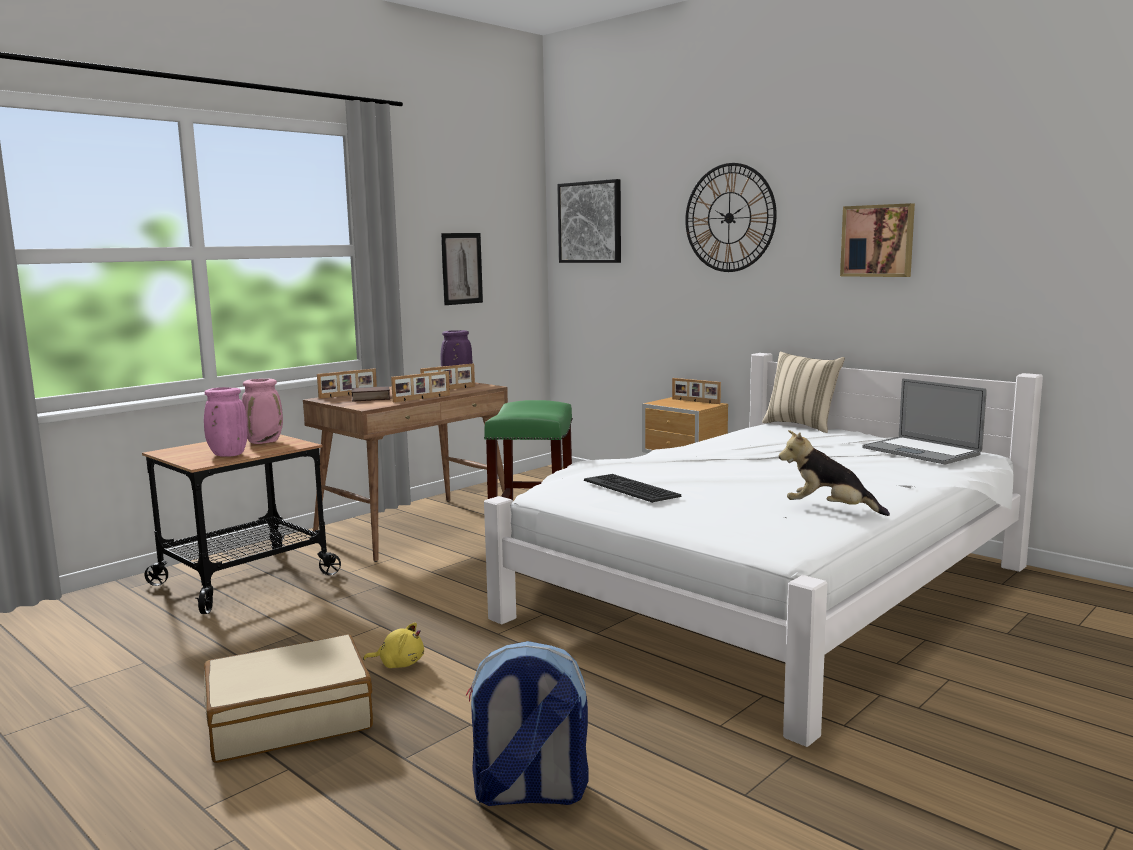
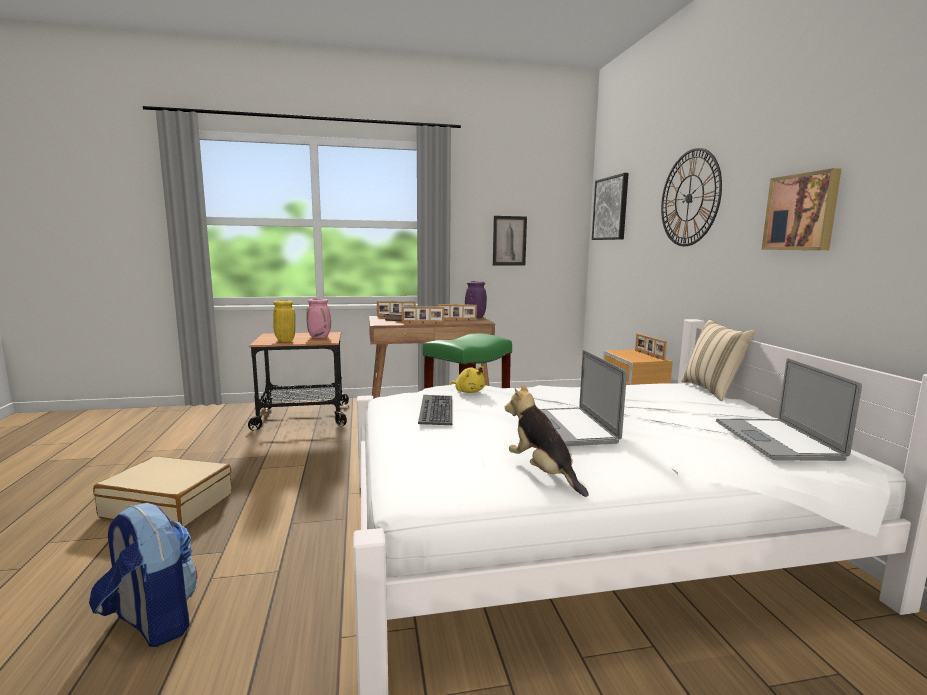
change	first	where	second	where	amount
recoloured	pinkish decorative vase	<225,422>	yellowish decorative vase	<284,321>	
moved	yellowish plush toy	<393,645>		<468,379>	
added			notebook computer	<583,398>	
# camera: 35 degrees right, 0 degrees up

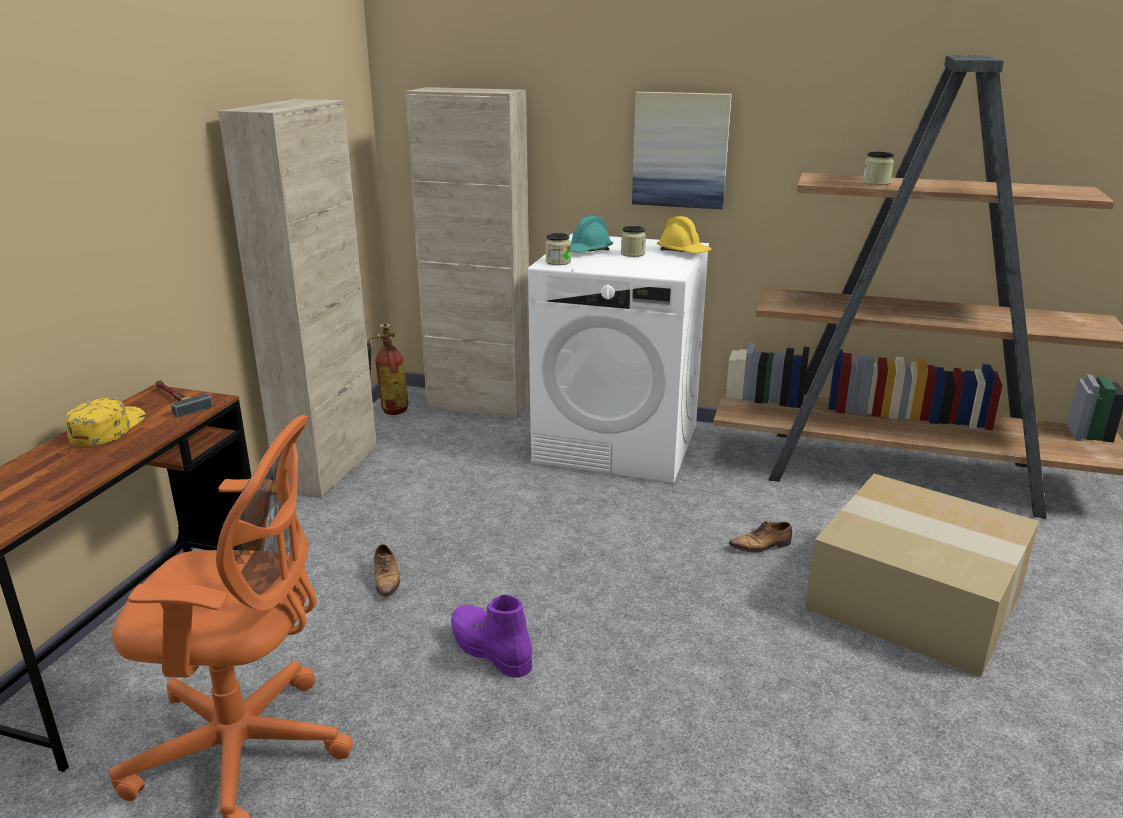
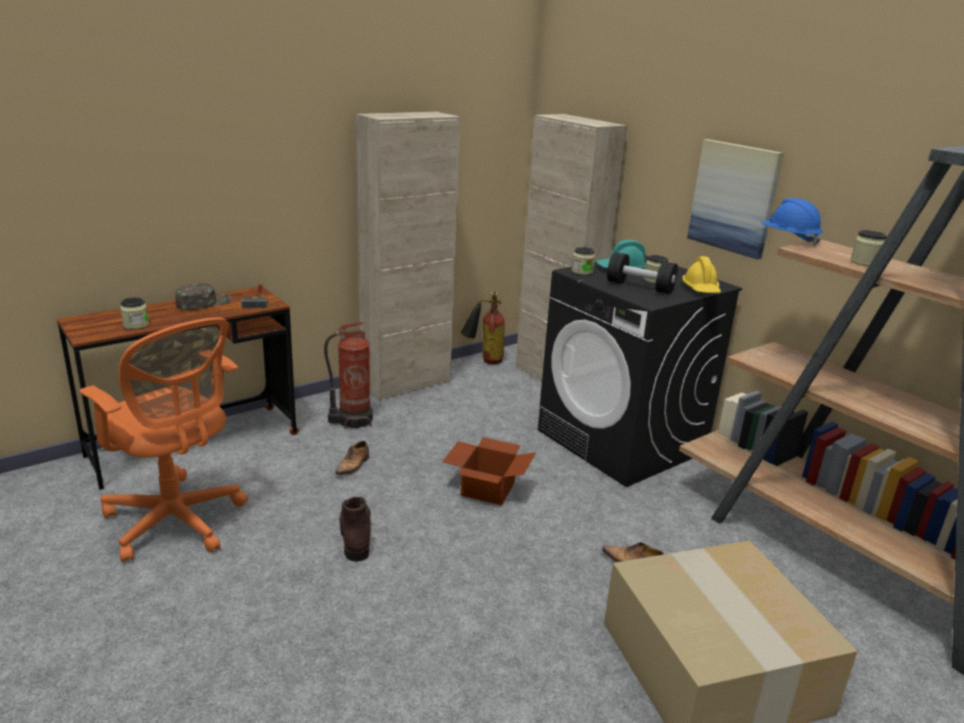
change	first	where	second	where	amount
recoloured	yellowish baseball cap	<105,422>	green baseball cap	<203,296>	
recoloured	purplish tall boot	<491,635>	brown tall boot	<356,529>	
recoloured	white-coloured laundry machine	<618,358>	black laundry machine	<640,371>	
added			jar	<134,313>	
added			fire extinguisher	<348,375>	
added			cardboard box	<489,471>	
added			black hand weight	<642,273>	
added			blue hard hat	<791,222>	
# camera: 35 degrees right, 0 degrees up

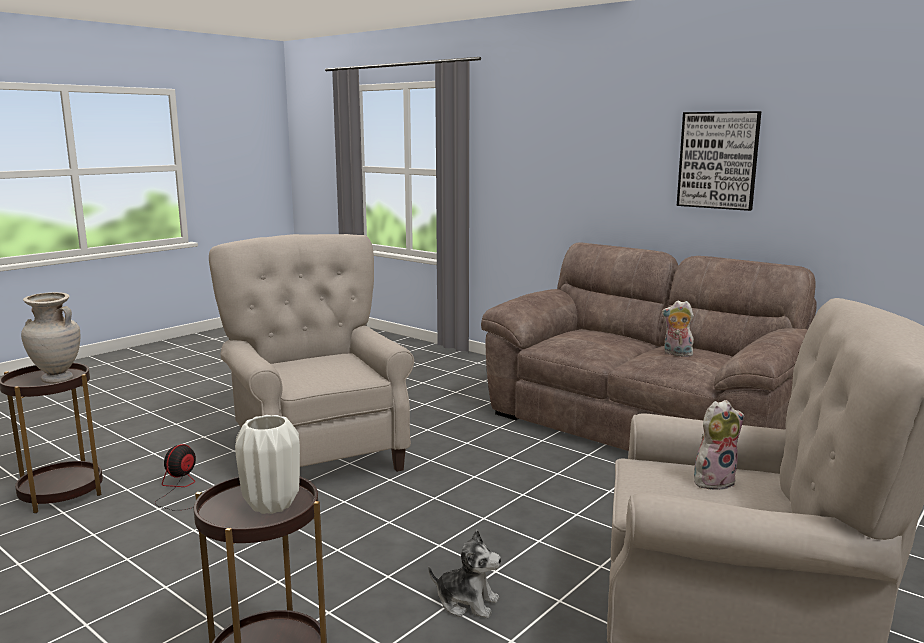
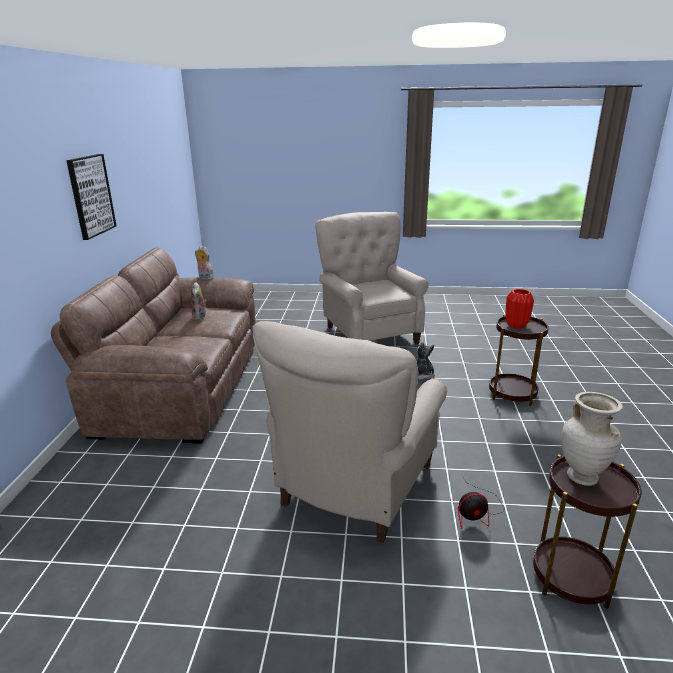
change	first	where	second	where	amount
recoloured	white-coloured decorative vase	<267,464>	red decorative vase	<520,309>	
moved	plush toy	<719,445>		<204,263>	
# camera: 125 degrees left, 10 degrees up

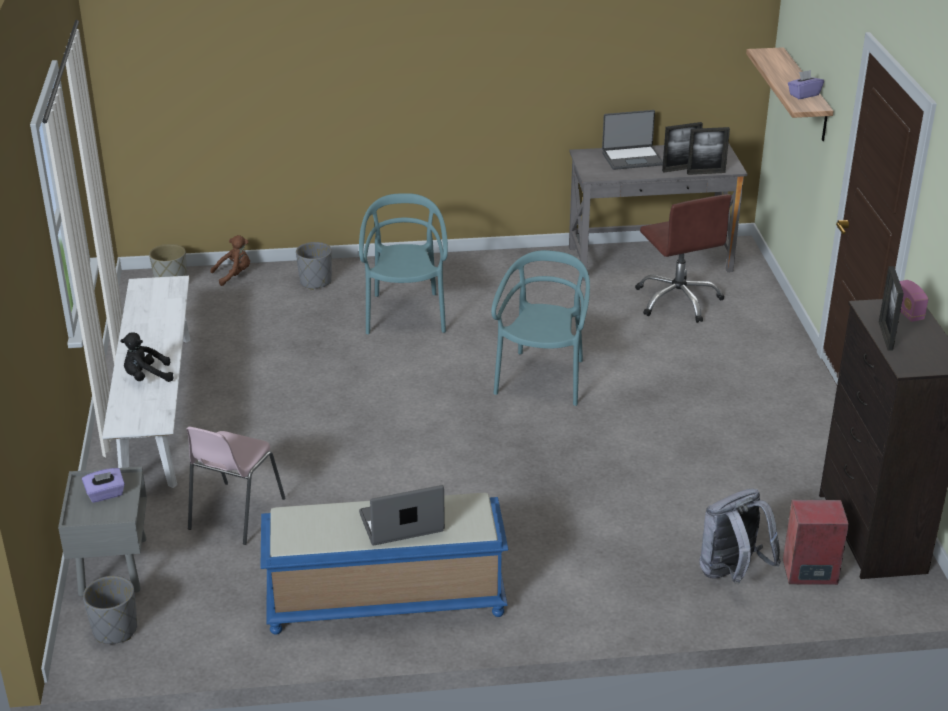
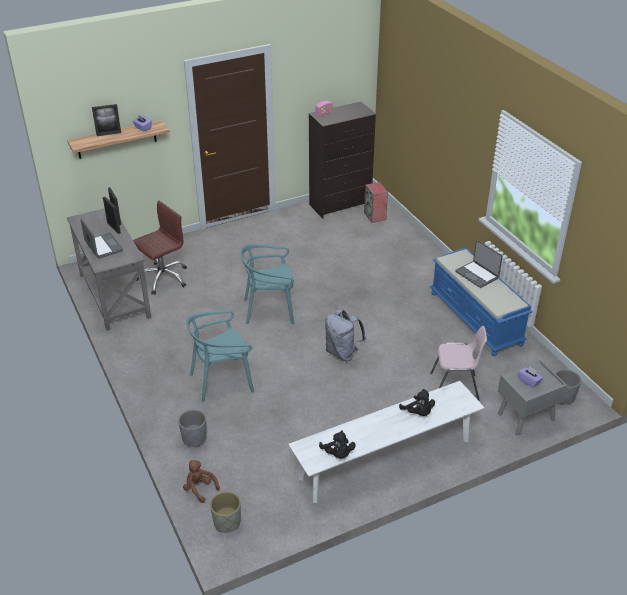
change	first	where	second	where	amount
moved	greyish backpack	<740,536>		<345,335>	
moved	photo frame	<891,308>		<106,120>	
added			black plush toy	<337,444>	
# camera: 110 degrees left, 5 degrees up

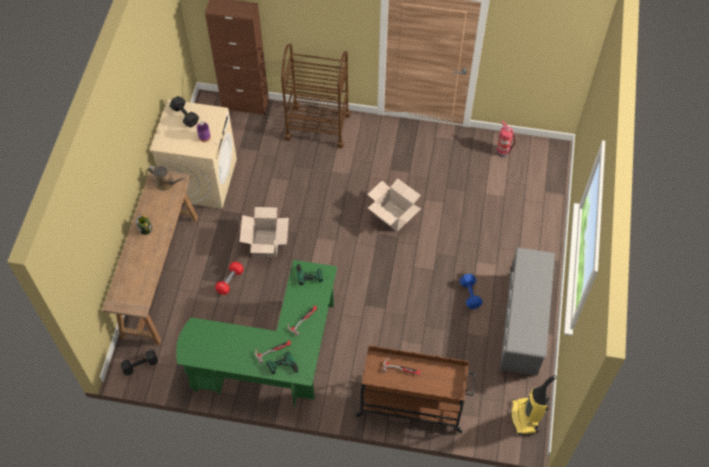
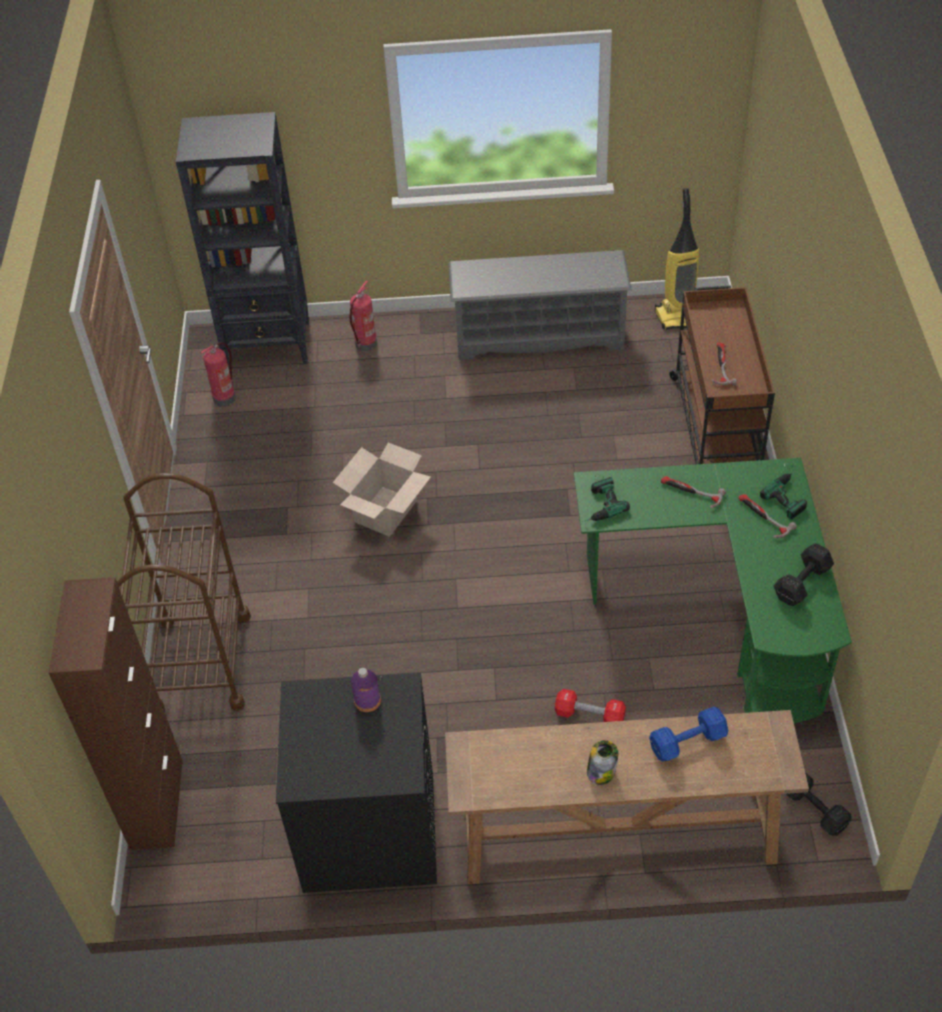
change	first	where	second	where	amount
removed	brown sprinkling can	<166,178>			
recoloured	sand-coloured laundry machine	<193,154>	black laundry machine	<356,783>	
moved	black hand weight	<184,111>		<804,575>	
removed	cardboard box	<264,232>			
moved	blue hand weight	<471,291>		<688,734>	
added			black bookshelf	<242,240>	
added			fire extinguisher	<363,316>	
# camera: 100 degrees left, 10 degrees down

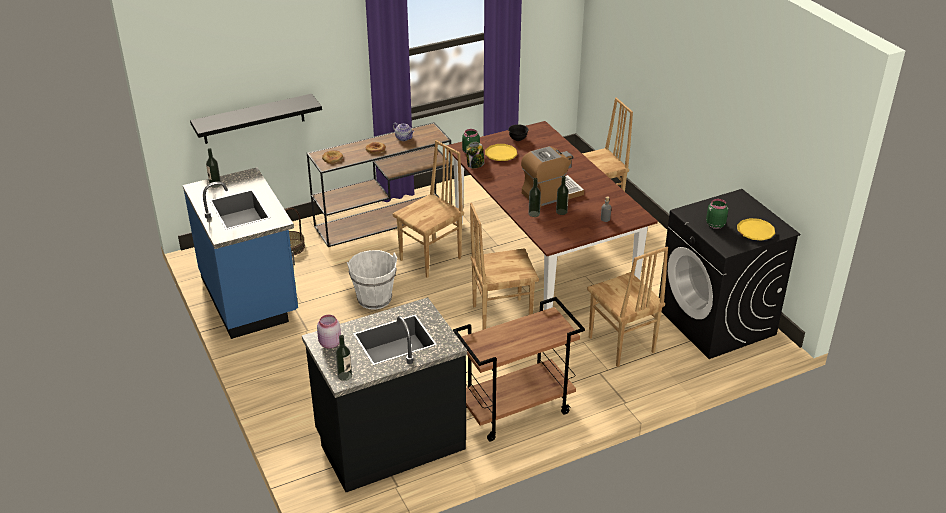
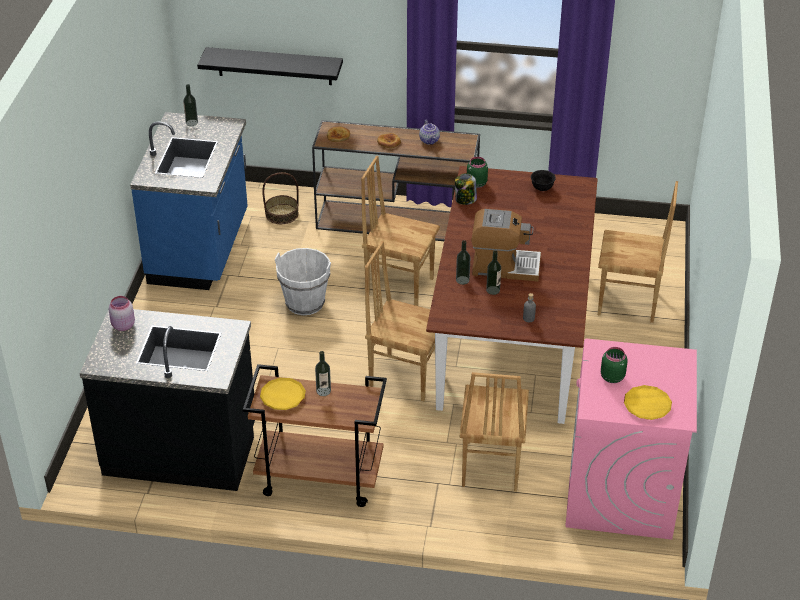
change	first	where	second	where	amount
moved	drink bottle	<344,358>		<323,373>	
turned	brown plain chair	<428,209>		<400,231>	150 degrees counterclockwise
moved	yellowish plate	<501,152>		<283,394>	
recoloured	black laundry machine	<730,274>	pinkish laundry machine	<631,439>	
# camera: 35 degrees right, 5 degrees up

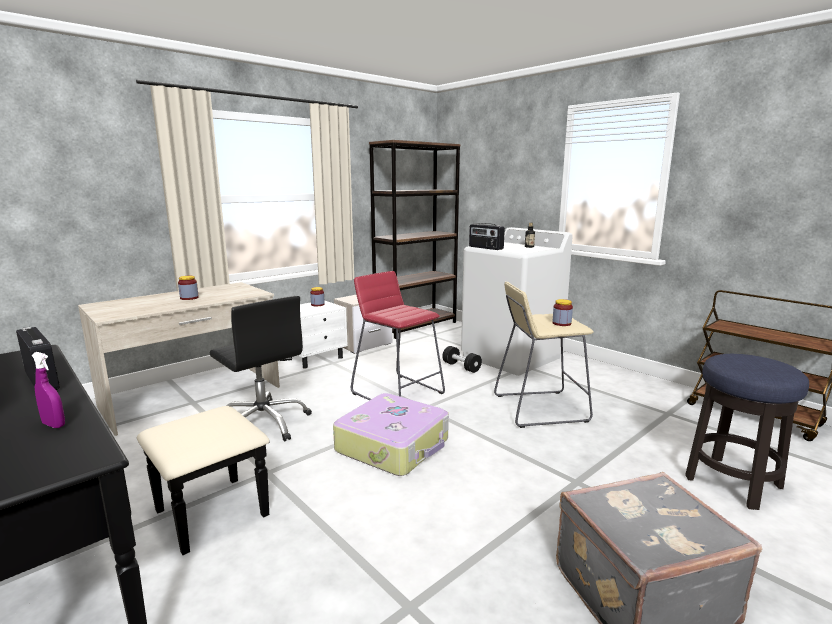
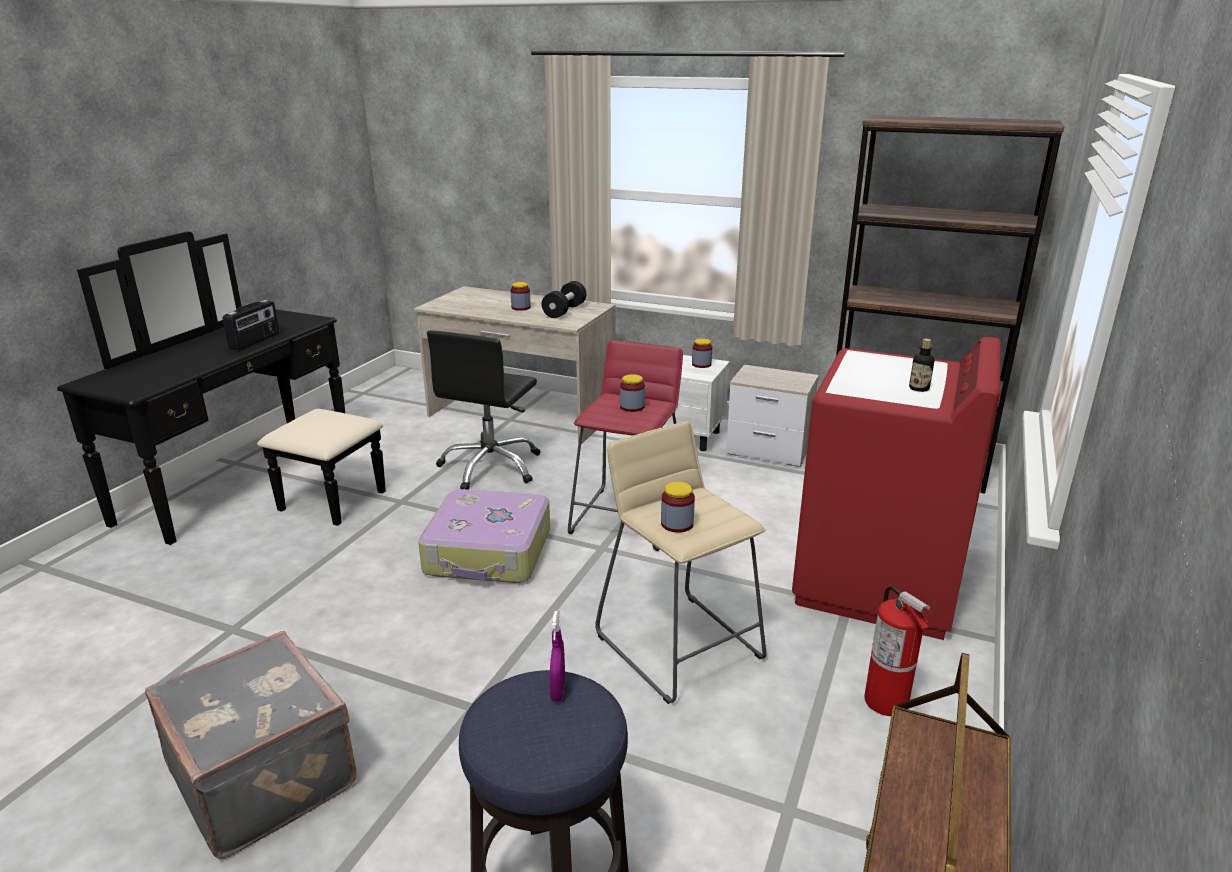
change	first	where	second	where	amount
moved	purplish hand sprayer	<48,390>		<557,656>	
moved	black hand weight	<462,359>		<564,299>	
recoloured	white-coloured laundry machine	<517,301>	red laundry machine	<896,488>	
removed	radio	<487,236>			
added			jar	<632,393>	
added			fire extinguisher	<897,651>	
# camera: 65 degrees right, 10 degrees up

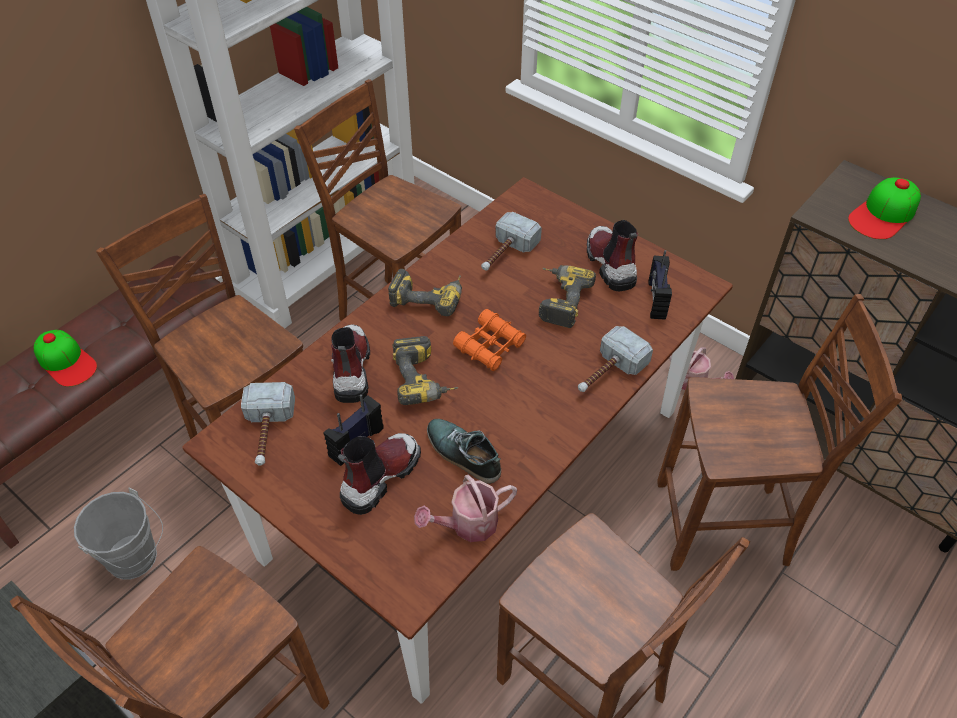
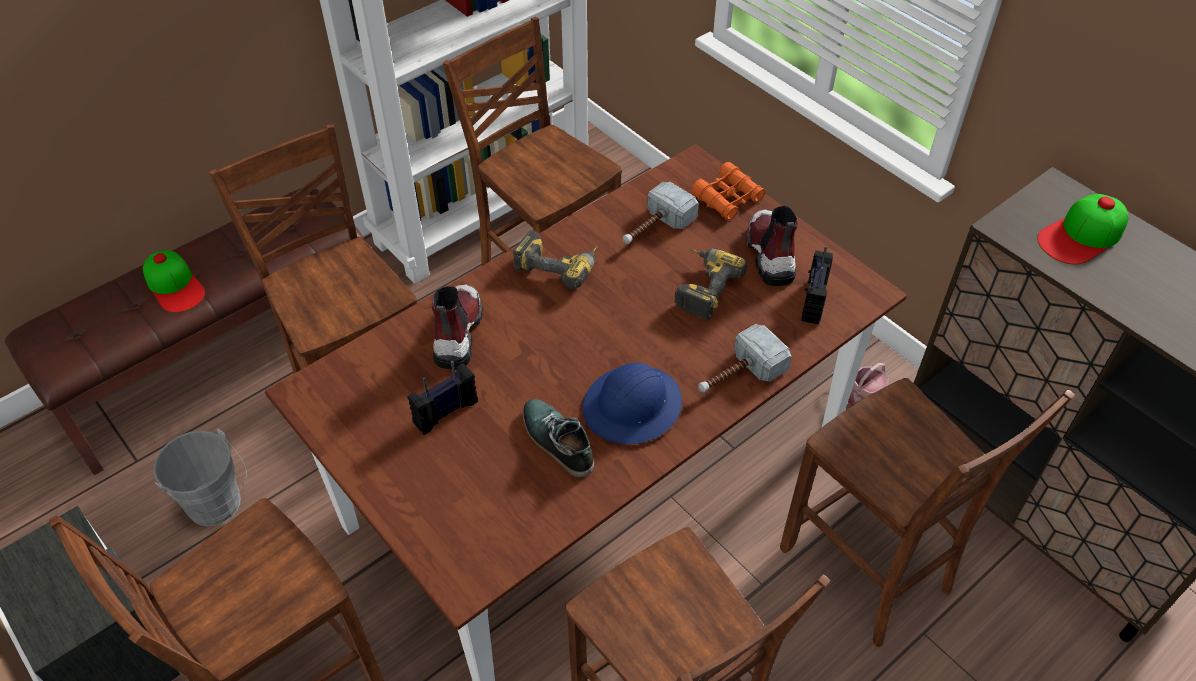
change	first	where	second	where	amount
removed	tool hammer	<268,424>			
removed	tall boot	<379,474>			
removed	power drill	<425,370>			
removed	sprinkling can	<465,508>			
moved	orangey field glasses	<489,340>		<728,191>	
turned	brown plain chair	<779,432>		<927,512>	45 degrees clockwise
added			blue hard hat	<632,403>	
# camera: 10 degrees right, 0 degrees up

